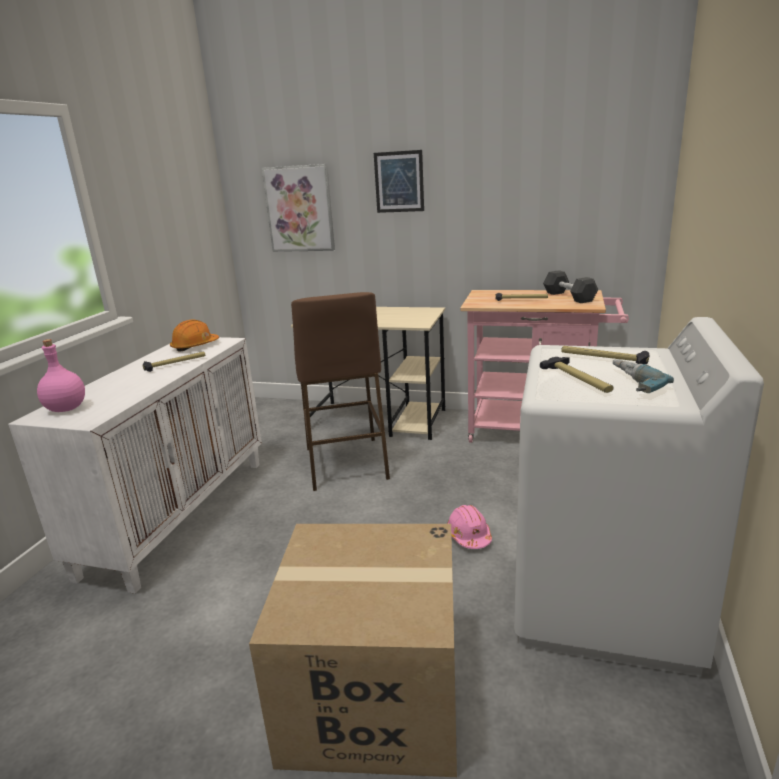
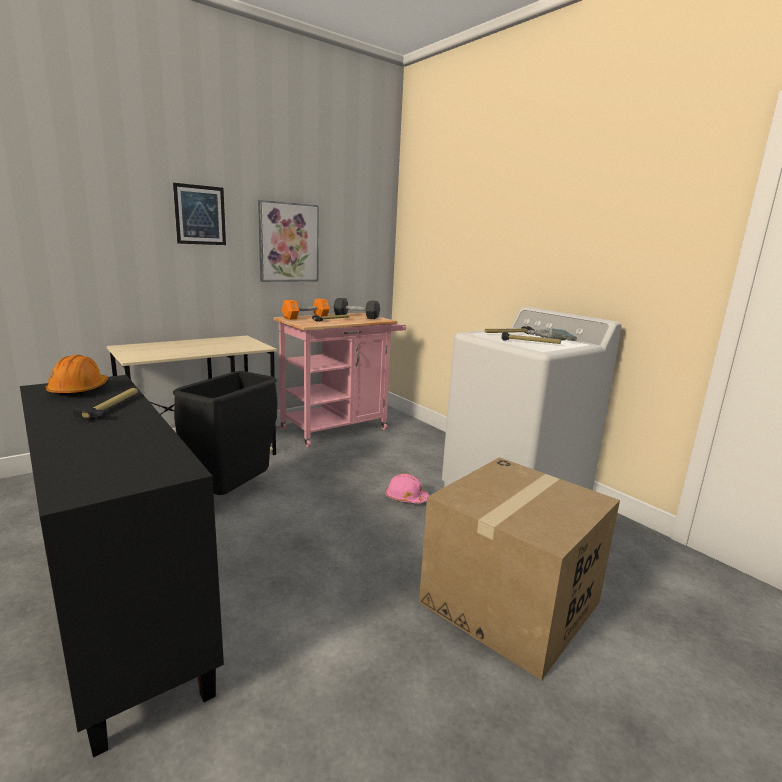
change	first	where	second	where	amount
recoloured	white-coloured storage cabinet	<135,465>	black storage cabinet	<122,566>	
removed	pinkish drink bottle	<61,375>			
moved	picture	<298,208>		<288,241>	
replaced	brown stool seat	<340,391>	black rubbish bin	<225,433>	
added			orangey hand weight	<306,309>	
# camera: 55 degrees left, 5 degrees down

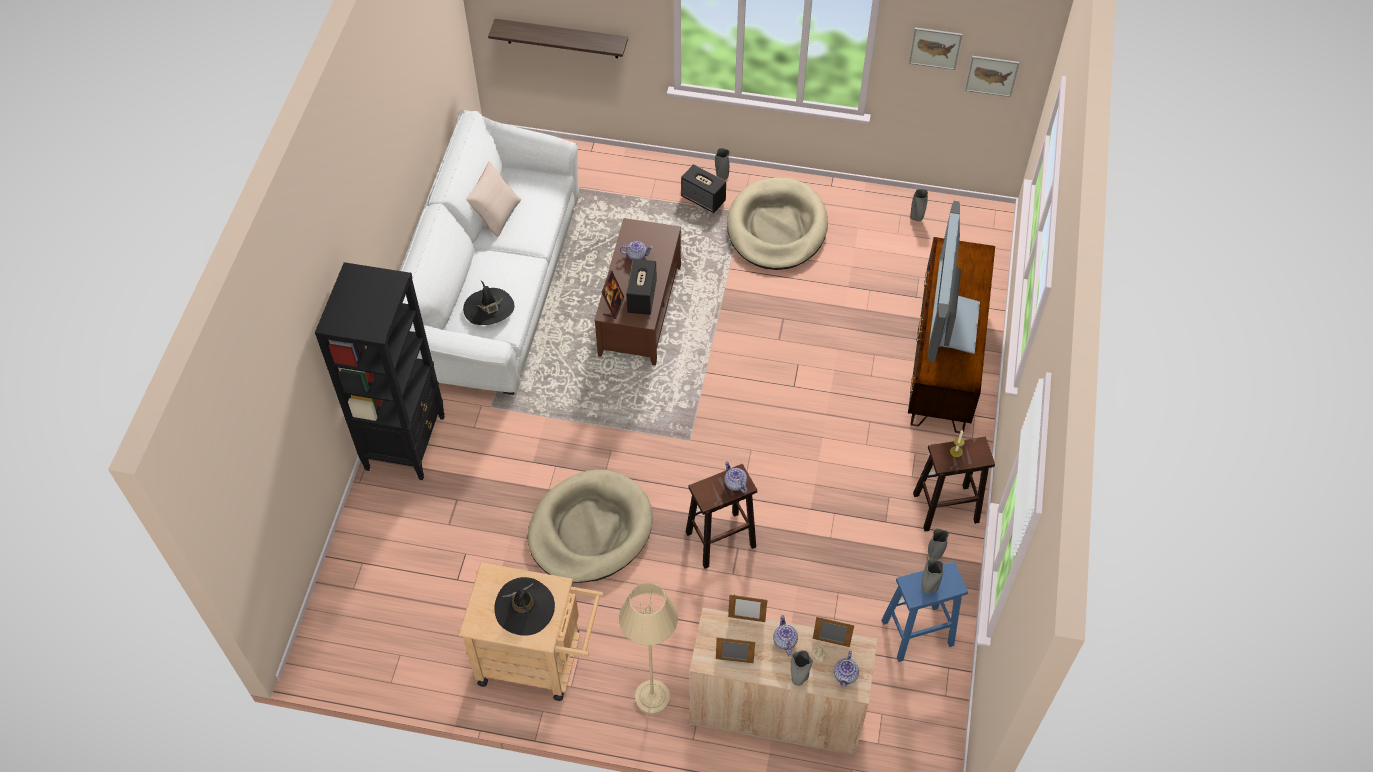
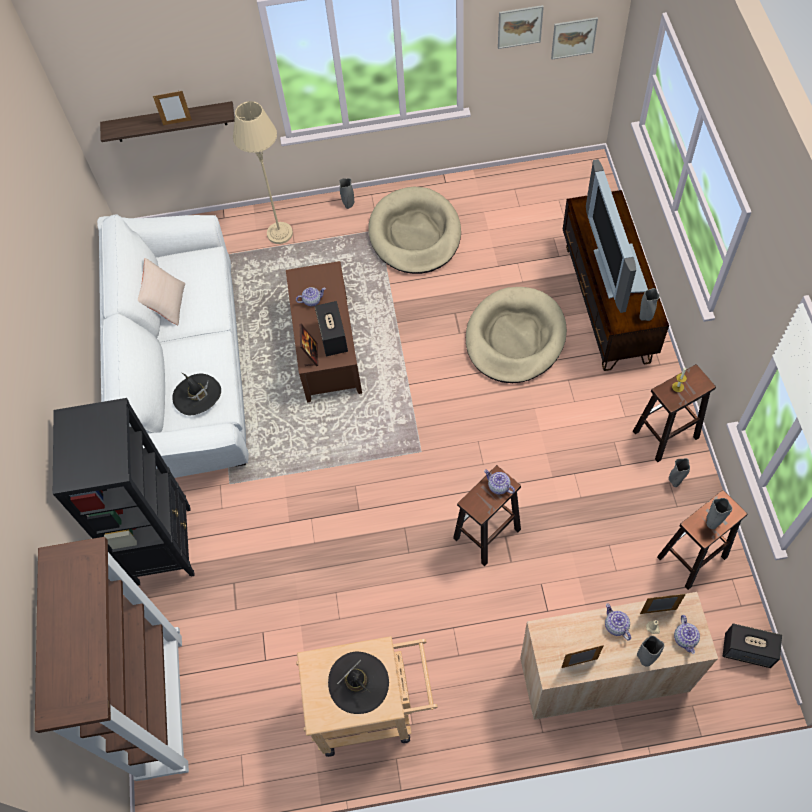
change	first	where	second	where	amount
moved	sand-coloured dog cushion	<590,526>		<516,335>	
moved	sand-coloured standard lamp	<648,648>		<263,172>	
moved	audio speaker	<703,188>		<752,645>	
moved	photo frame	<747,608>		<172,107>	
recoloured	blue stool seat	<924,612>	brown stool seat	<702,540>	
moved	greyish decorative vase	<919,205>		<649,304>	
added			brown bookshelf	<112,659>	
# camera: 15 degrees left, 5 degrees up

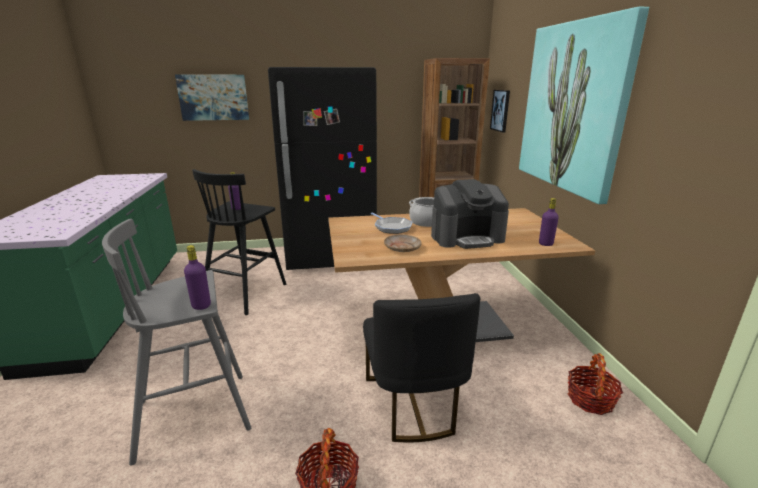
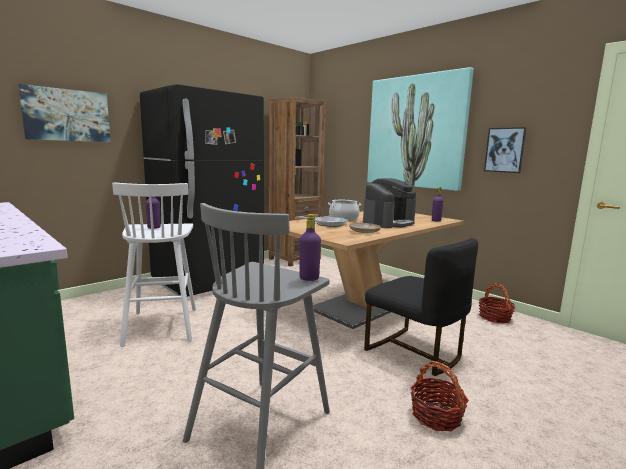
change	first	where	second	where	amount
recoloured	black stool seat	<239,242>	white-coloured stool seat	<154,265>	
moved	picture	<500,111>		<505,150>	
# camera: 35 degrees left, 10 degrees down

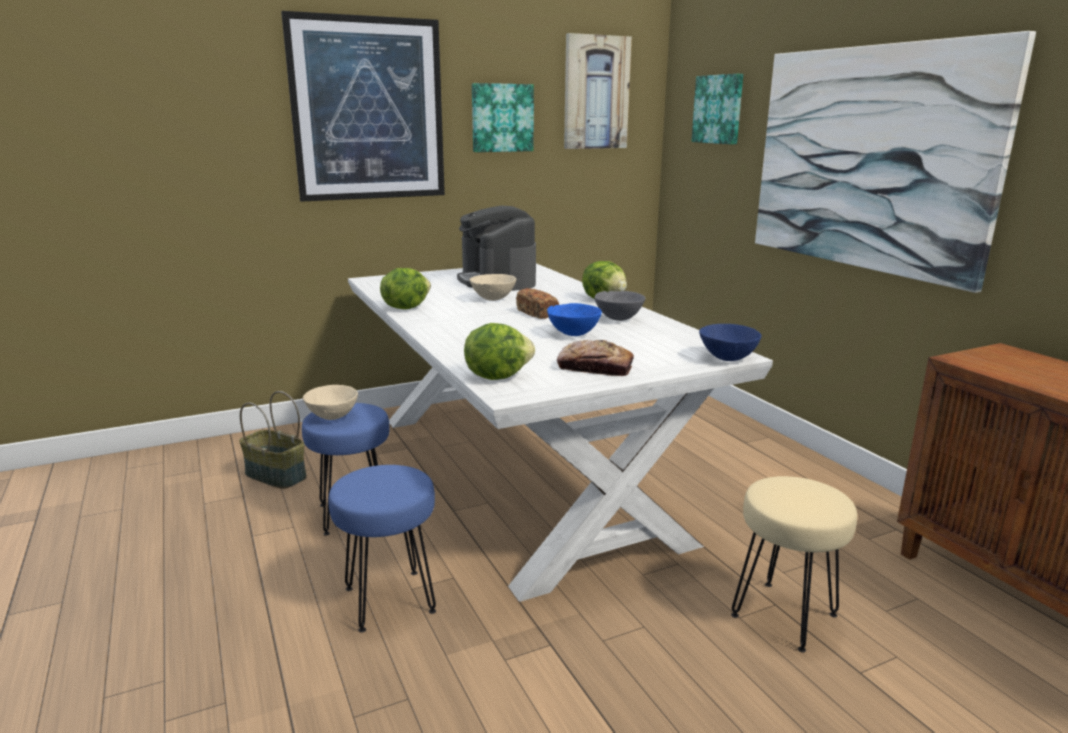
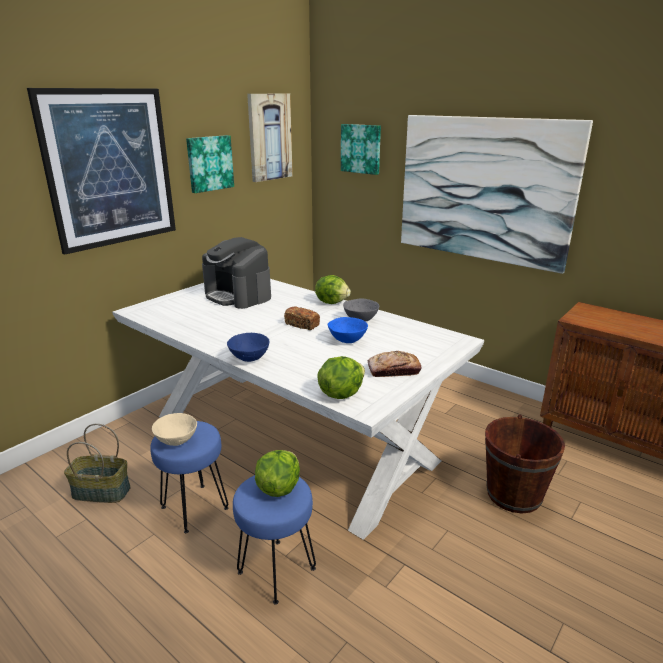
change	first	where	second	where	amount
moved	head of lettuce	<405,288>		<277,473>	
removed	sand-coloured deep dish	<492,287>			
moved	blue deep dish	<730,342>		<248,347>	
replaced	sand-coloured stool seat	<794,564>	brown bucket	<525,463>	
# camera: 25 degrees left, 5 degrees up

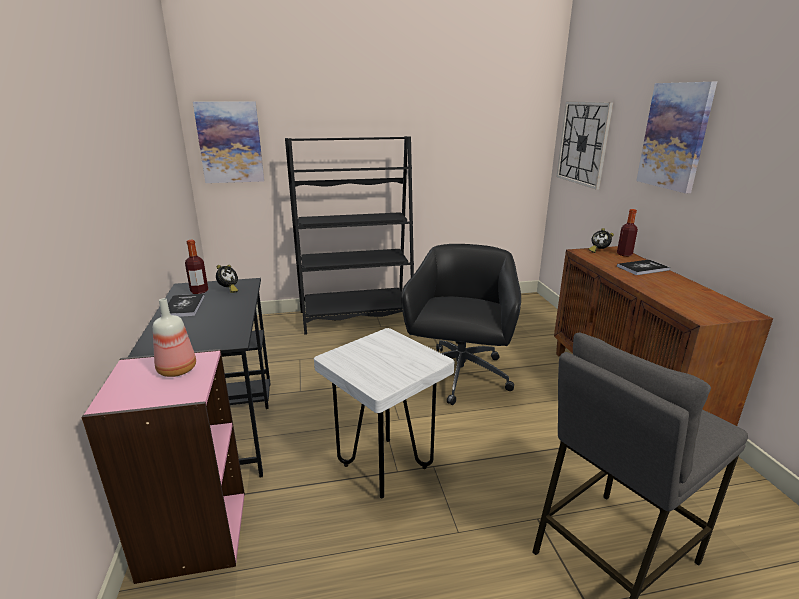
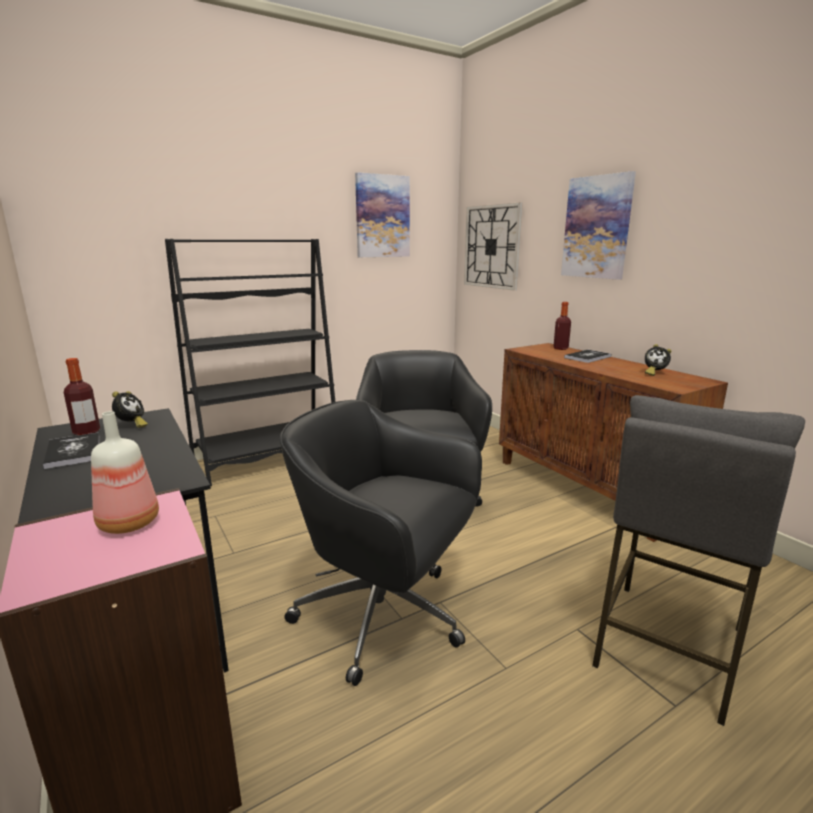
change	first	where	second	where	amount
moved	picture	<228,142>		<382,214>	
replaced	white-coloured stool seat	<384,413>	black computer chair	<381,543>	
moved	table clock	<601,240>		<658,360>	
# camera: 20 degrees left, 5 degrees down

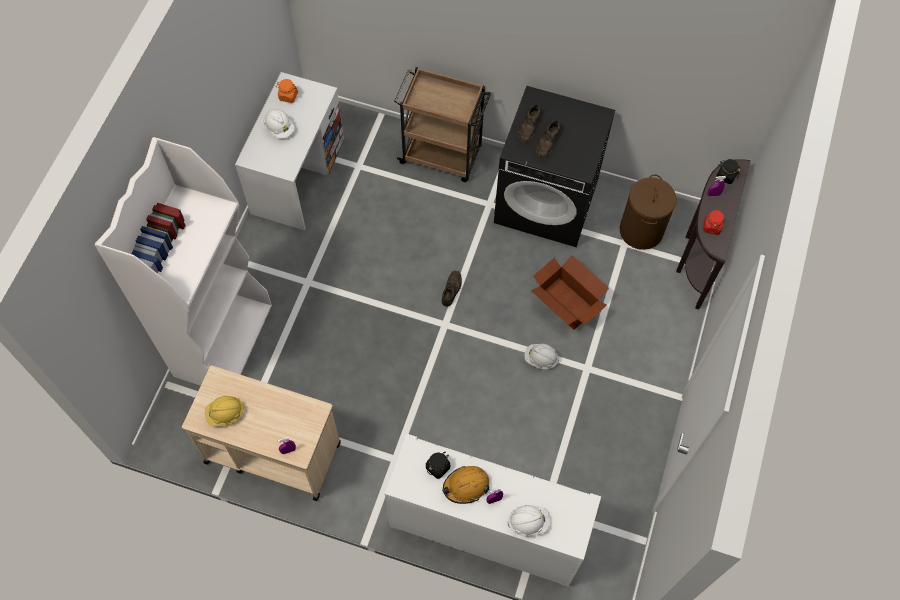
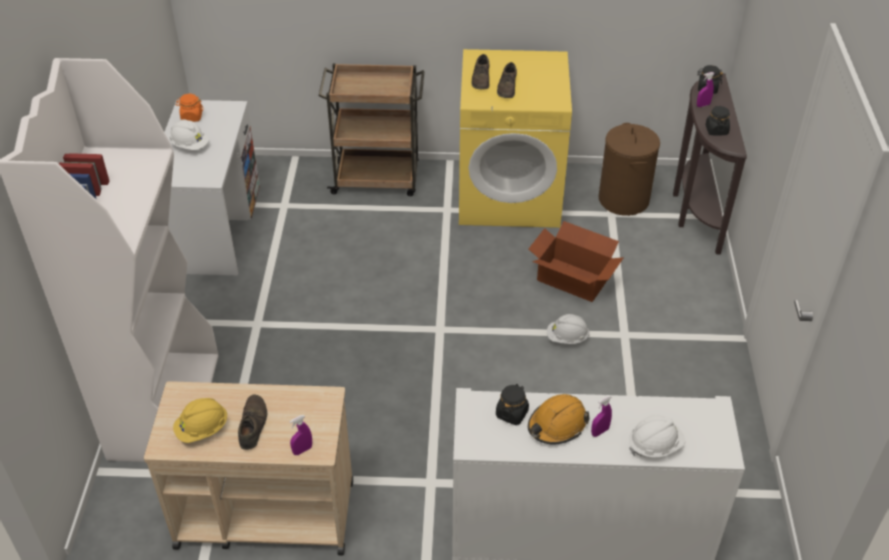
change	first	where	second	where	amount
moved	brown low shoe	<452,289>		<252,422>	
recoloured	black laundry machine	<554,166>	yellowish laundry machine	<515,138>	
recoloured	red jar	<713,222>	black jar	<717,121>	
# camera: 15 degrees left, 20 degrees down

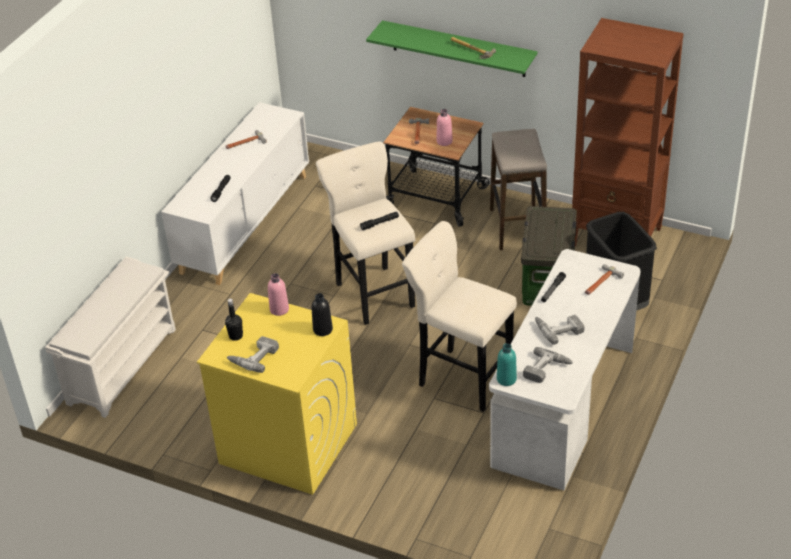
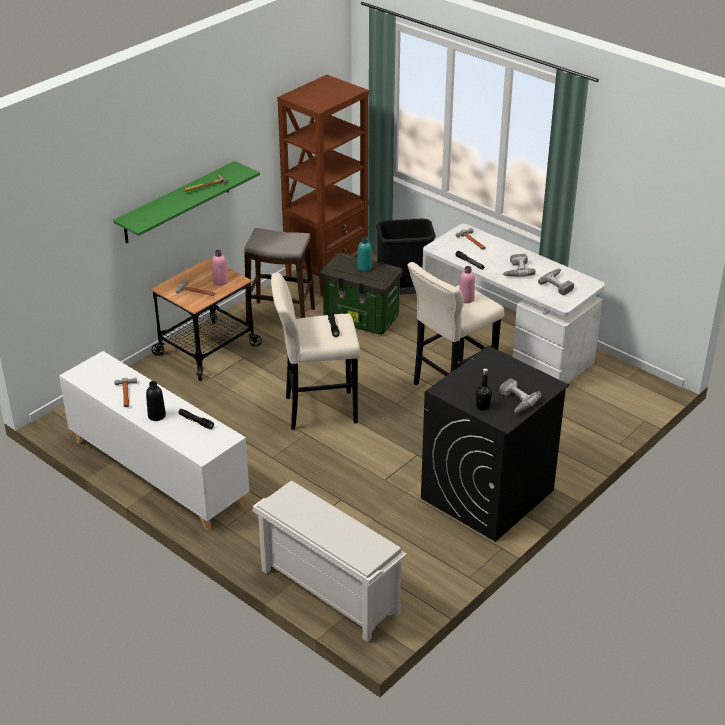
change	first	where	second	where	amount
recoloured	yellowish laundry machine	<277,394>	black laundry machine	<495,444>	
moved	pinkish drink bottle	<278,294>		<467,284>	
moved	black drink bottle	<322,314>		<156,401>	
moved	turquoise drink bottle	<507,364>		<364,254>	
# camera: 75 degrees left, 5 degrees down

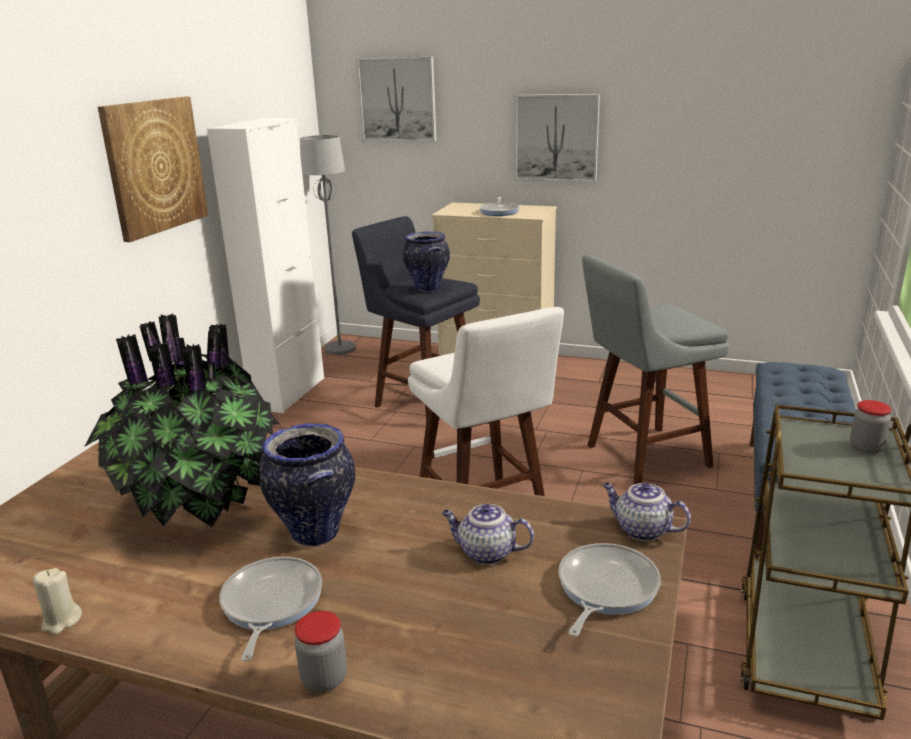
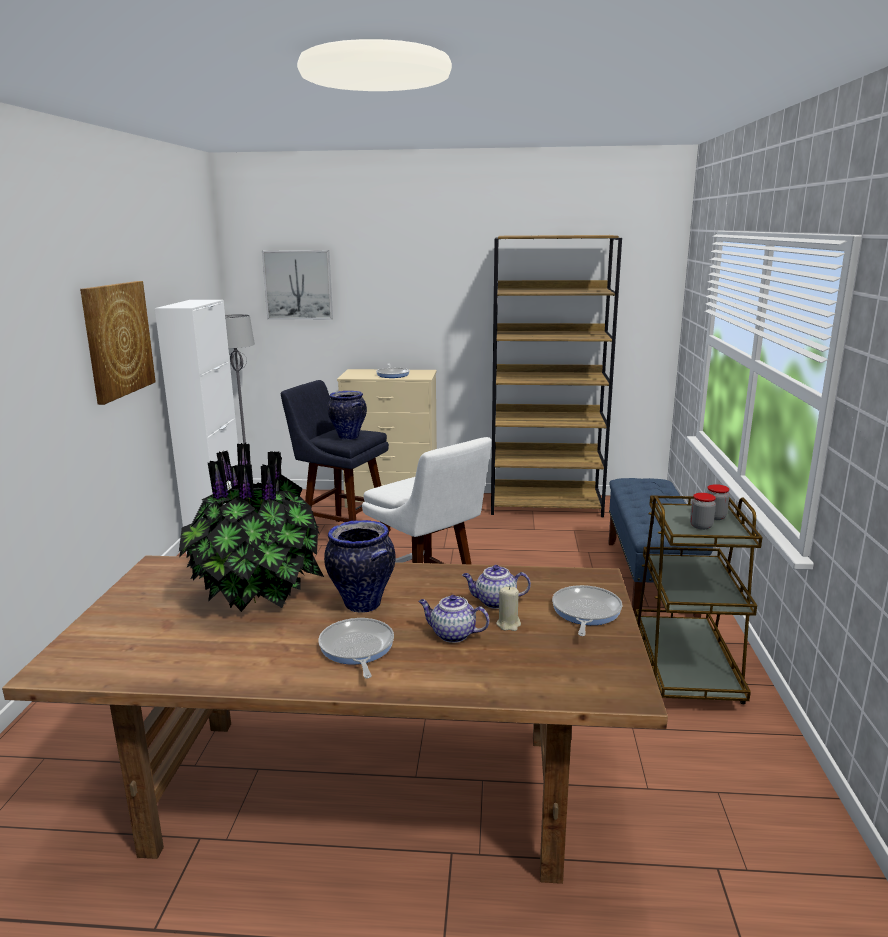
change	first	where	second	where	amount
moved	sand-coloured wax candle	<57,601>		<508,608>	
moved	jar	<321,651>		<703,511>	
removed	picture	<557,138>			
removed	greyish stool seat	<655,370>			
moved	pot for tea	<647,511>		<453,619>	
added			brown bookshelf	<556,376>	
# camera: 15 degrees left, 5 degrees down

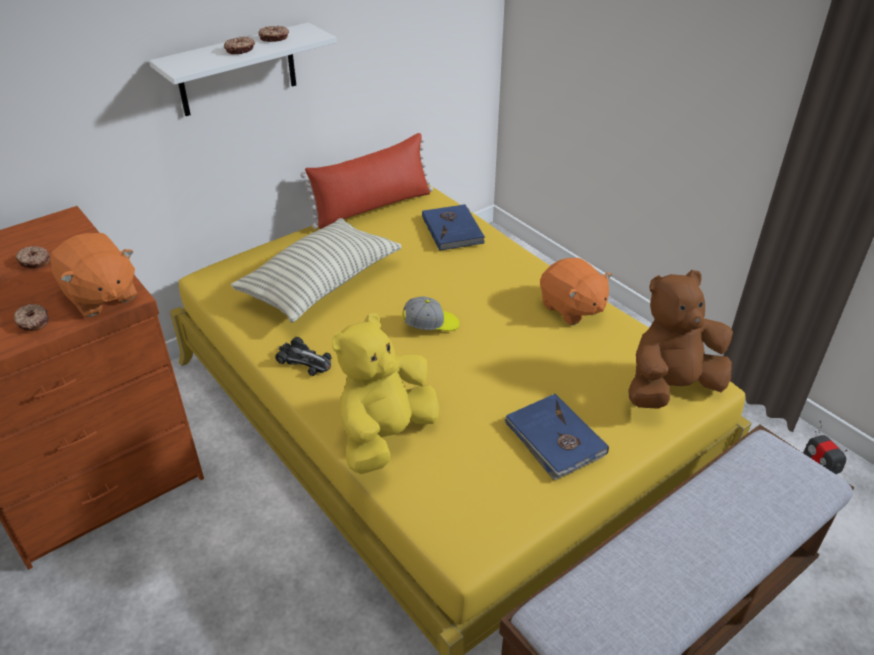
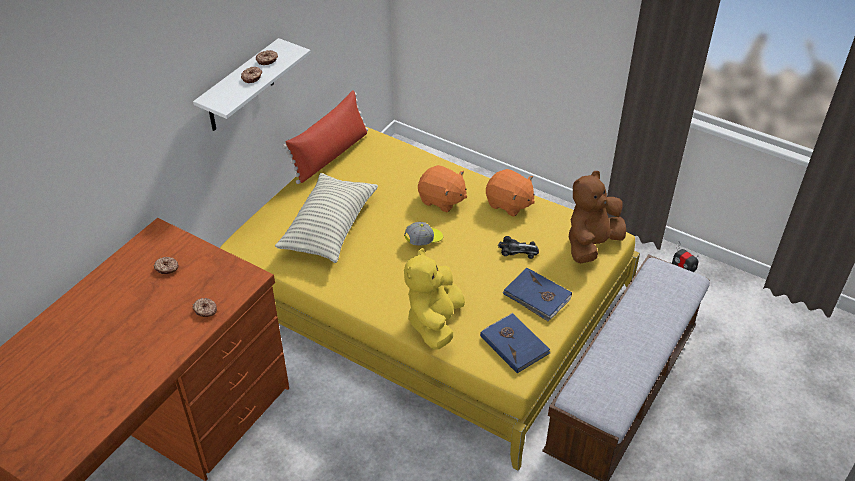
change	first	where	second	where	amount
moved	orangey plush toy	<94,275>		<442,188>	
moved	toy car	<303,356>		<518,247>	
moved	blue volume	<453,227>		<515,343>	
# camera: 20 degrees left, 5 degrees up

